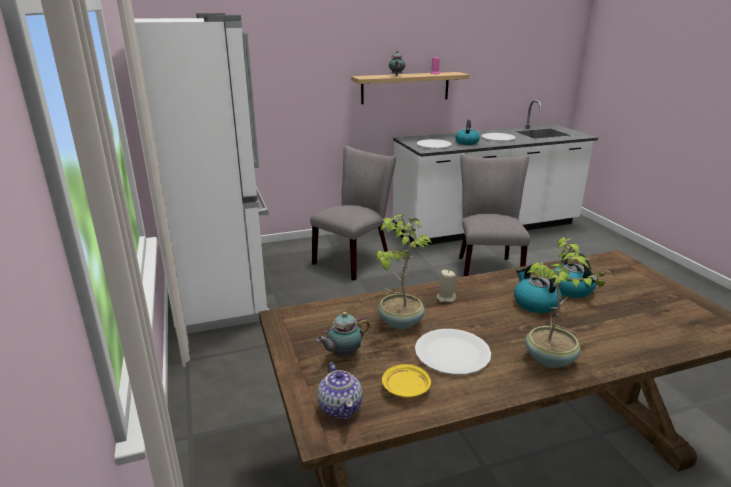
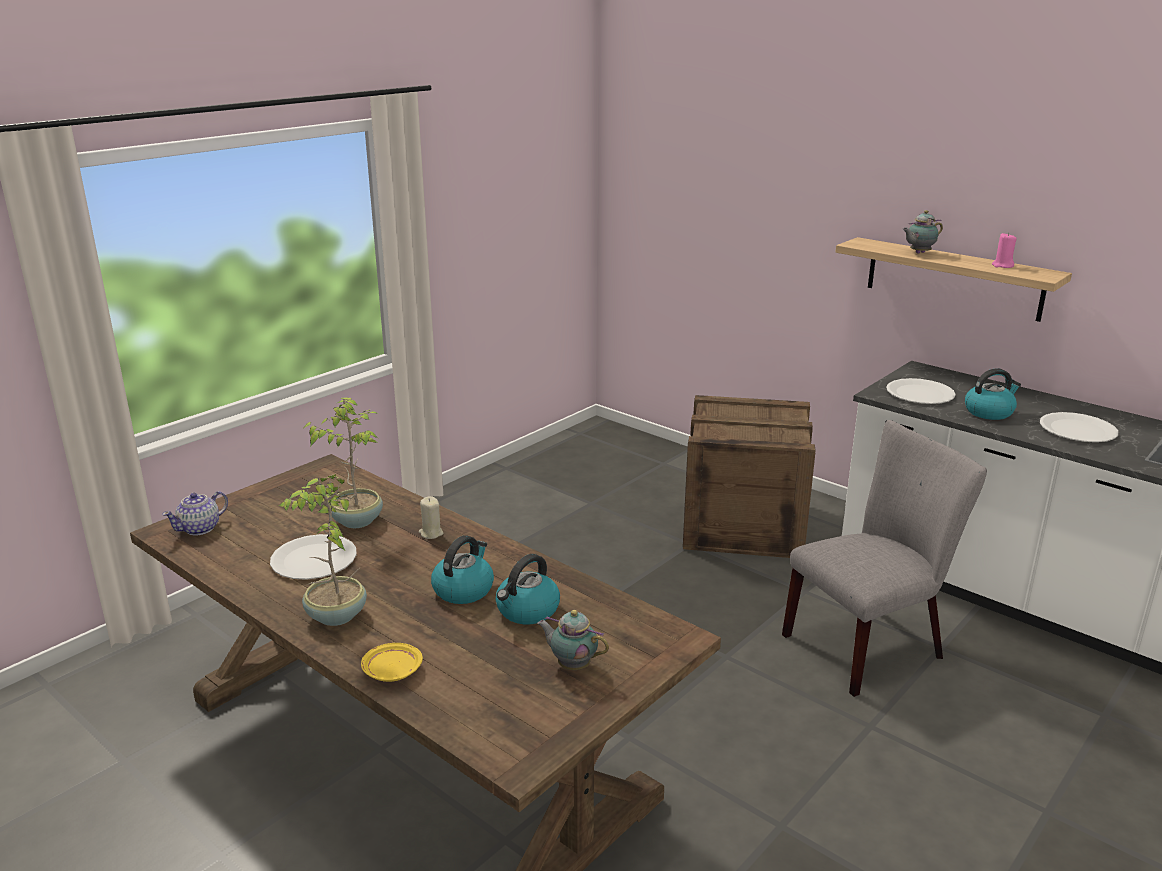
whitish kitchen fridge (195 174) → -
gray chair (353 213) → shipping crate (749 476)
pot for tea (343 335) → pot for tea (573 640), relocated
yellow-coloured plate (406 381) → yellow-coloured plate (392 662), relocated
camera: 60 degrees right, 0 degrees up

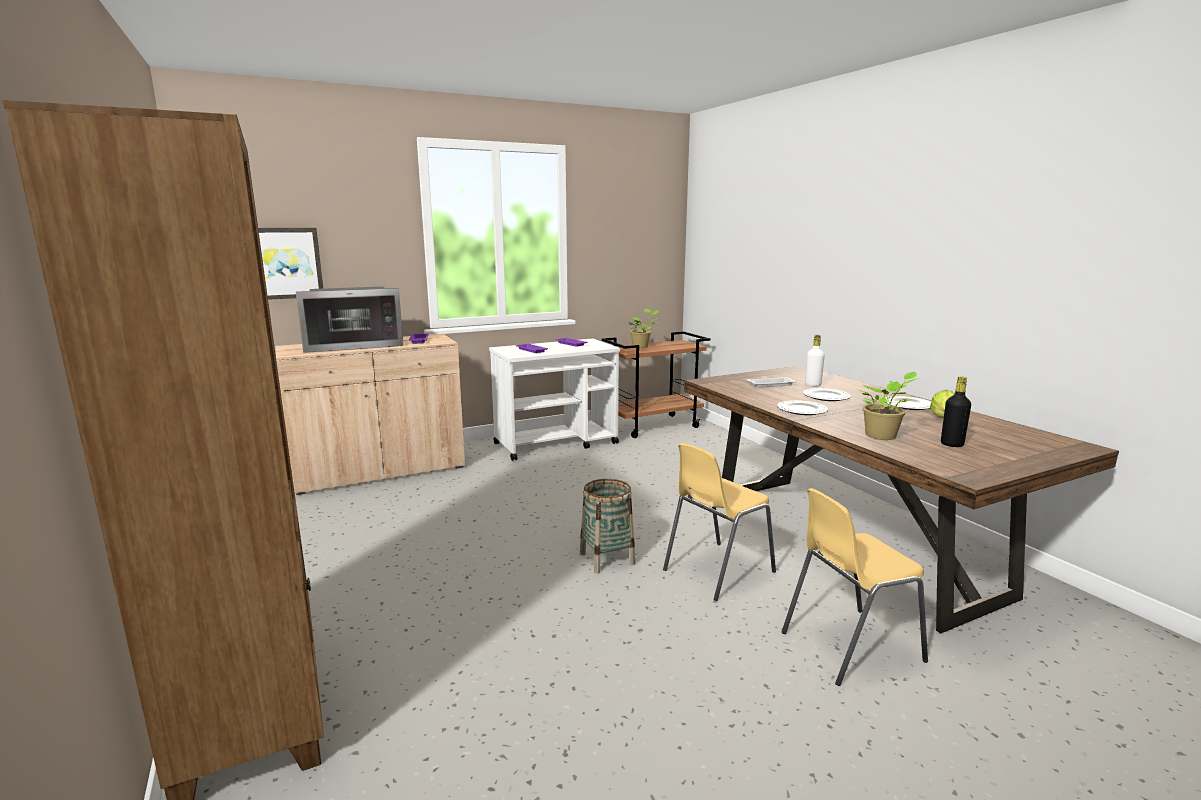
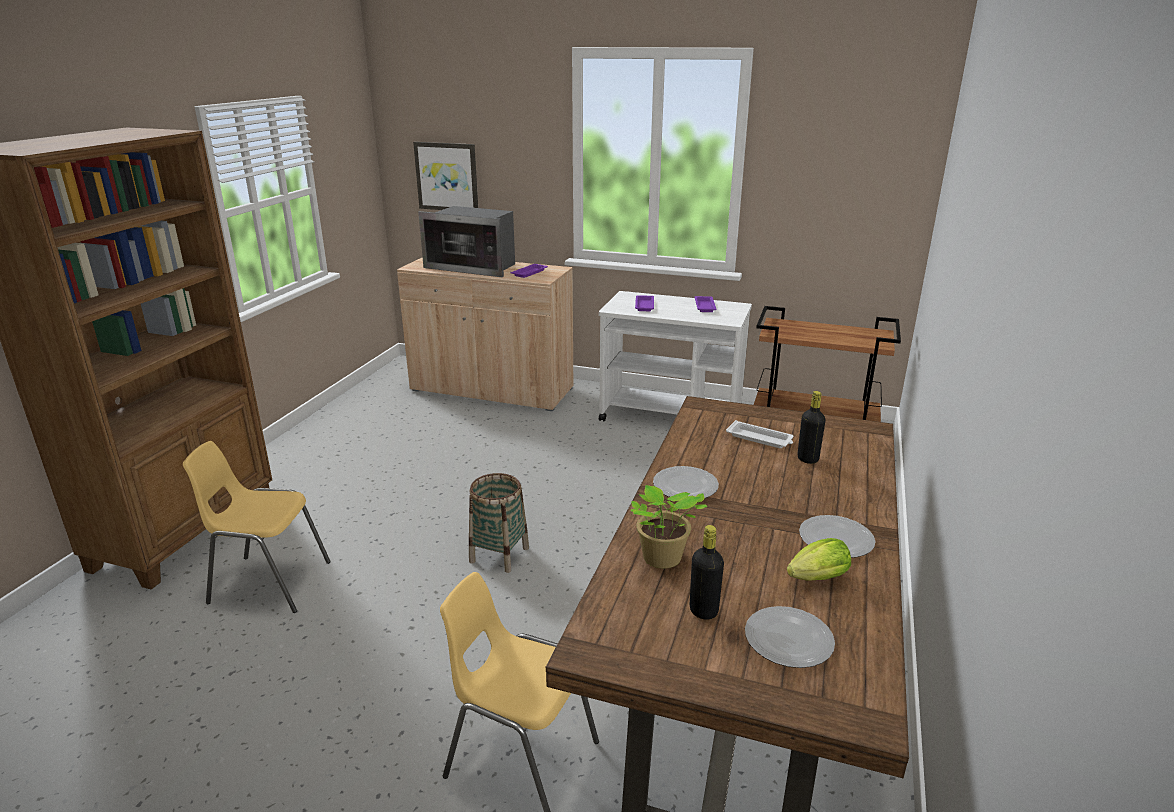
houseplant (643 328) → -
yellow-coloured chair (719 522) → yellow-coloured chair (257 527), relocated
plate (827 394) → plate (790 637), relocated
whitish drink bottle (815 361) → blackish drink bottle (811 427)
camera: 45 degrees right, 10 degrees up

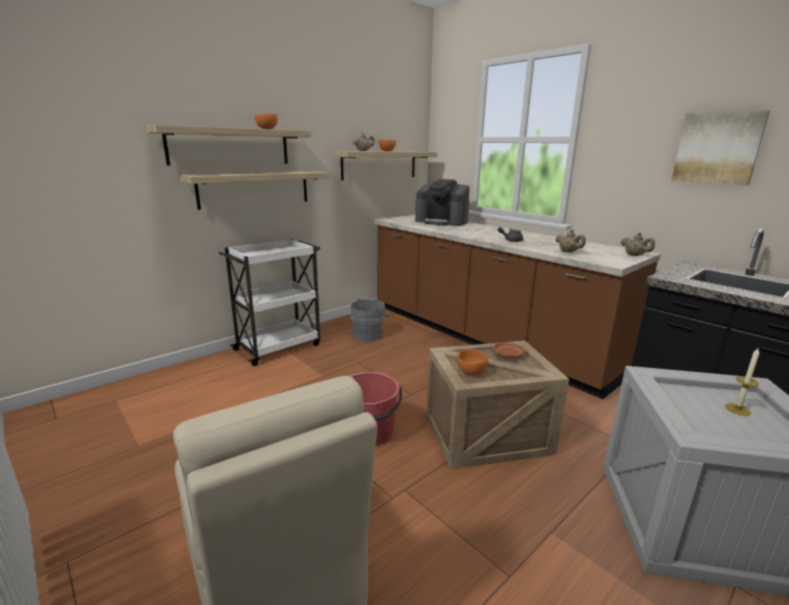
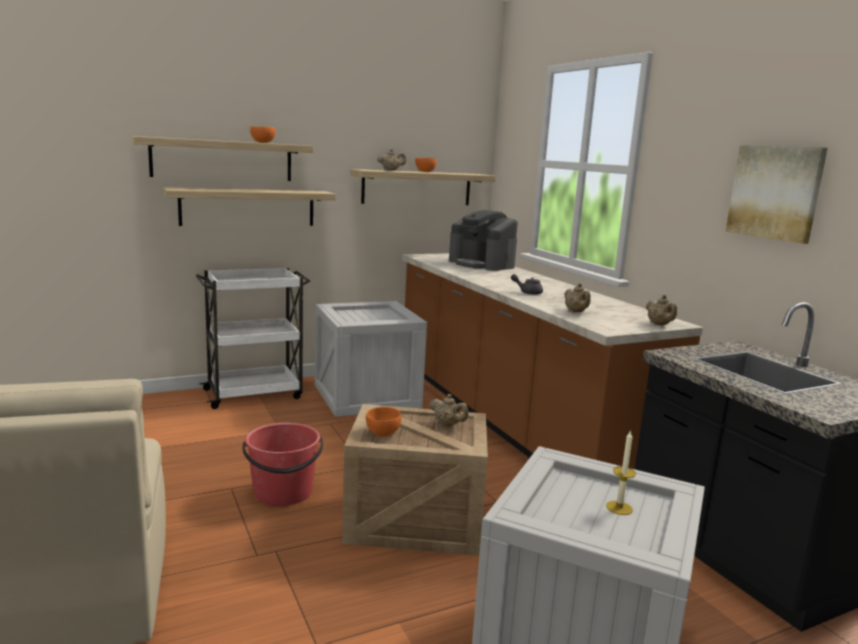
gray bucket (369 320) → shipping crate (371 359)
brown-coloured plate (509 350) → beige pot for tea (448 410)
camera: 15 degrees right, 5 degrees down

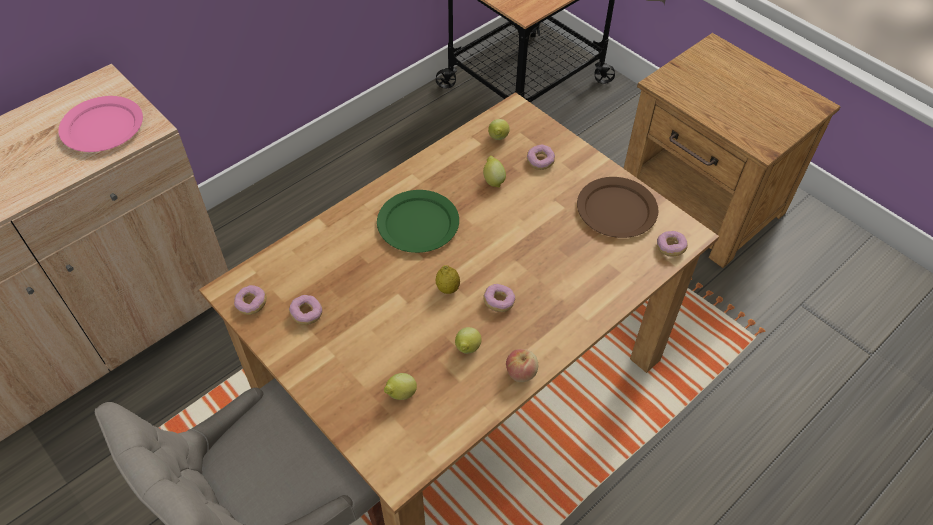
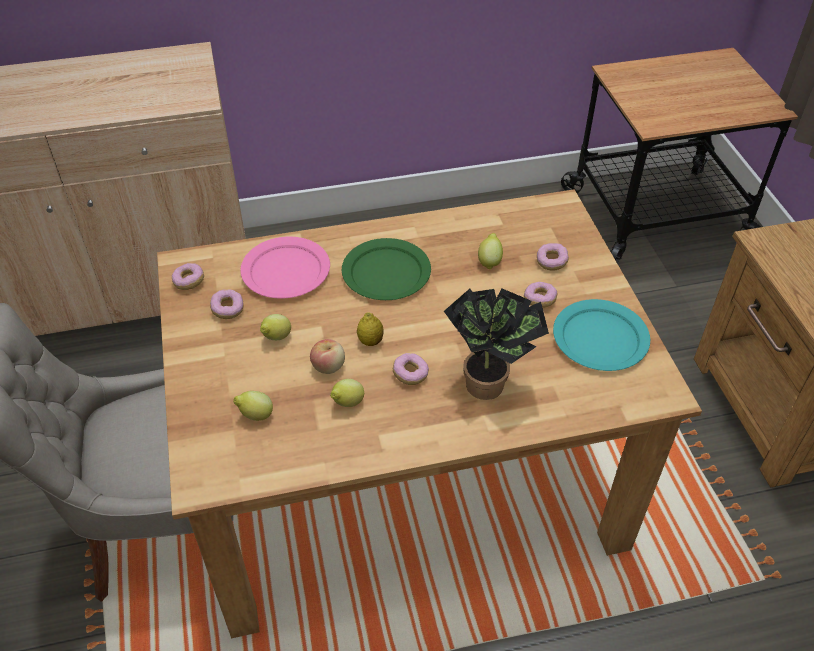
pink-coloured plate (100 124) → pink-coloured plate (285 267), relocated
citrus fruit (499 129) → citrus fruit (275 327), relocated
whole apple (522 365) → whole apple (327 356), relocated
brown-coloured plate (617 207) → blue-green plate (601 335)
ring doughnut (672 244) → ring doughnut (541 295), relocated
- → houseplant (496 344)
camera: 30 degrees right, 5 degrees down

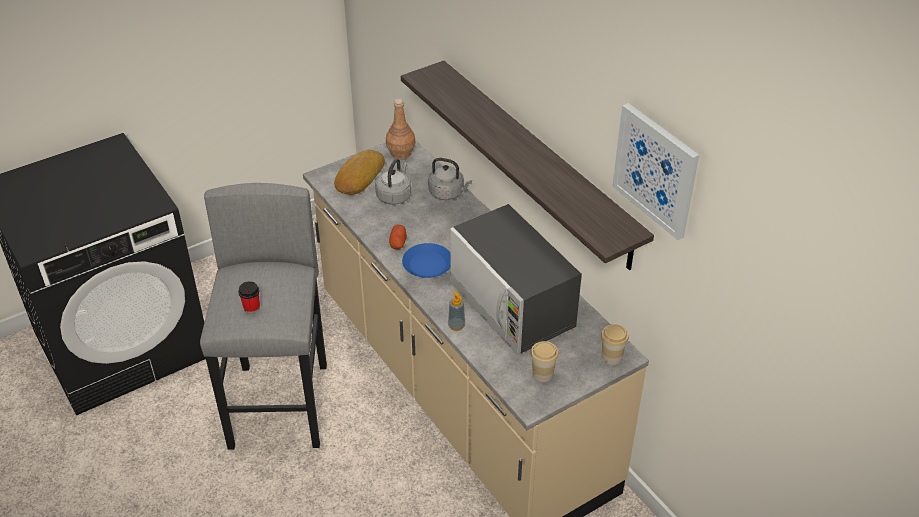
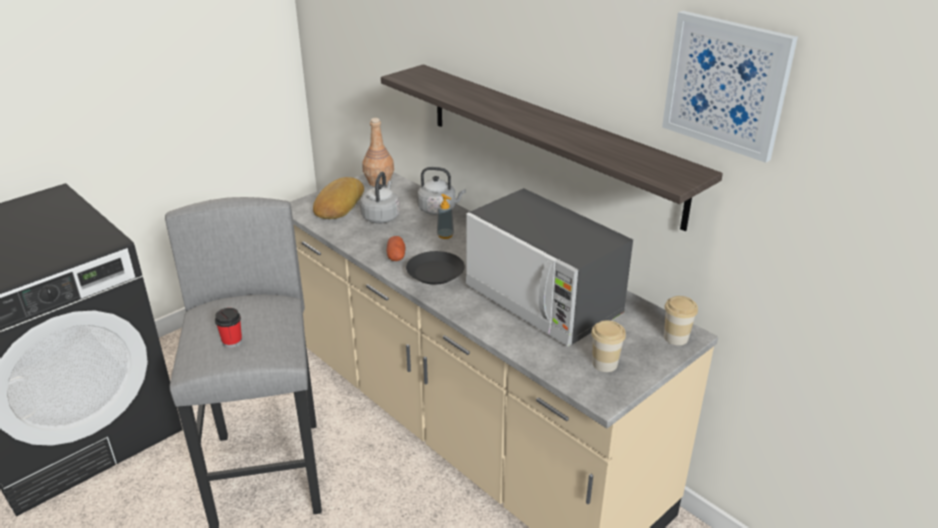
bluish plate (426 260) → blackish plate (435 268)
soap bottle (456 311) → soap bottle (445 216), relocated
camera: 10 degrees left, 10 degrees down

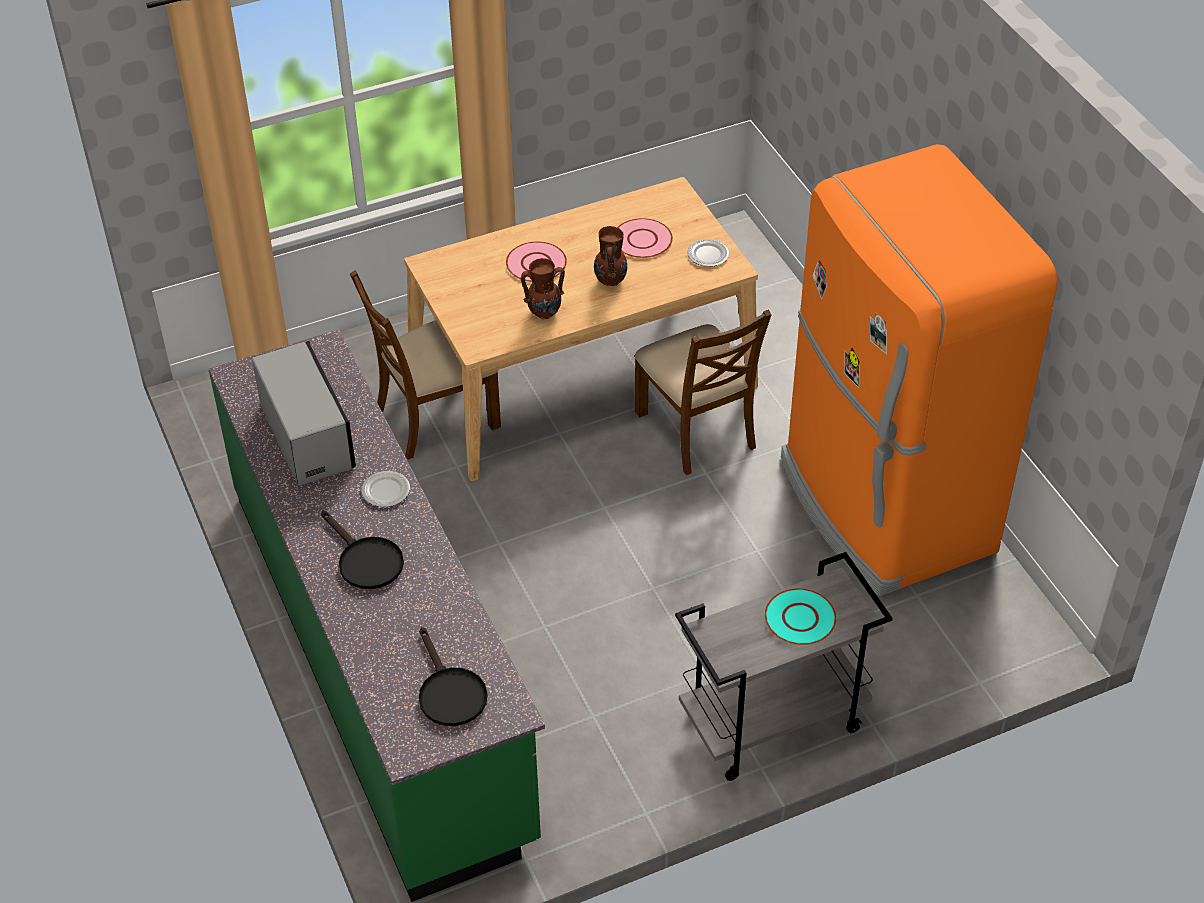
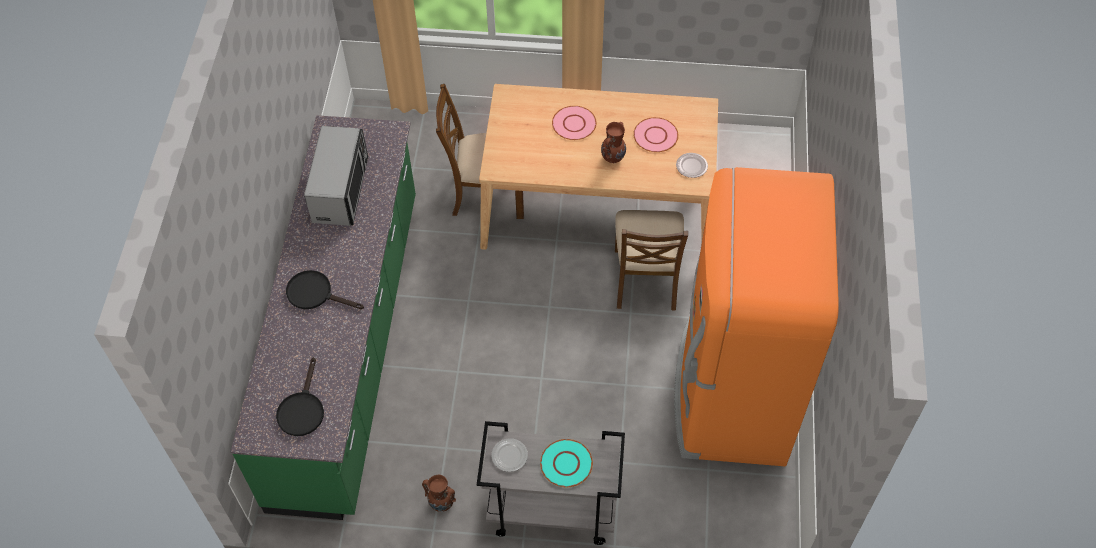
blackish pan (362 549) → blackish pan (325 289), 120 degrees clockwise
plate (386 489) → plate (510 455), relocated
brown-coloured decorative vase (543 288) → brown-coloured decorative vase (439 493), relocated
camera: 30 degrees right, 10 degrees up

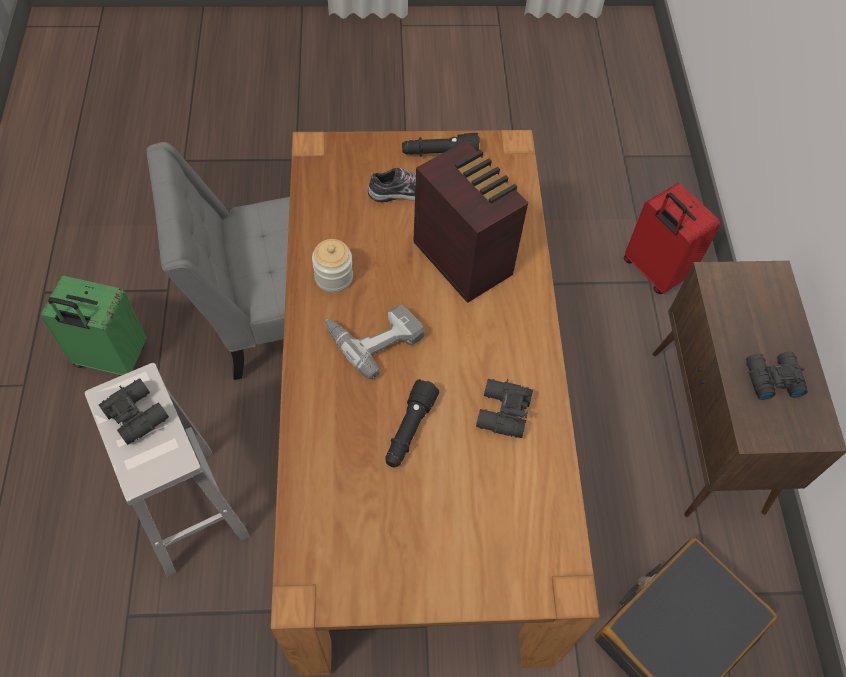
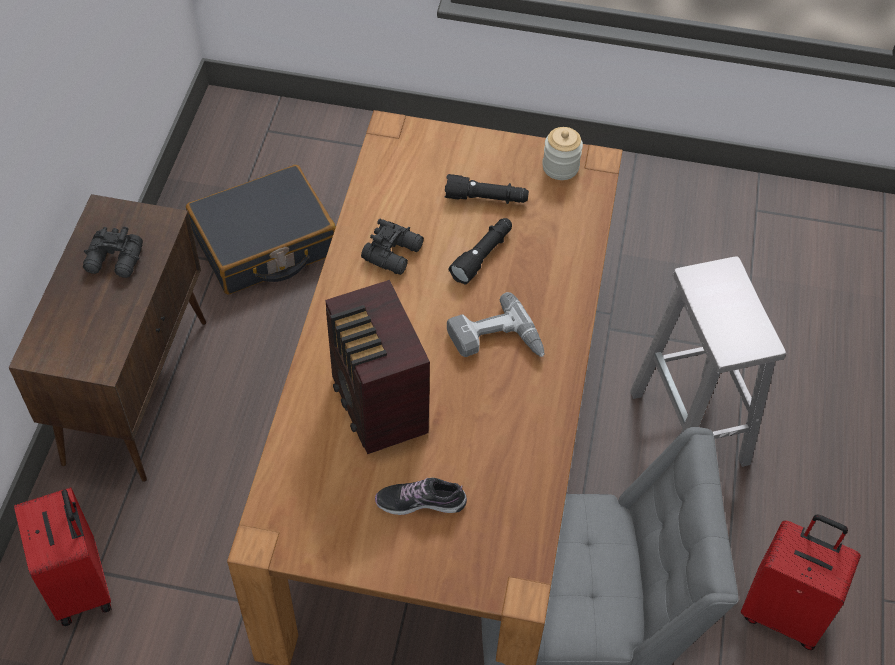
greenish suitcase (93 326) → red-coloured suitcase (801 582)
blackish pair of binoculars (134 411) → -
storage jar (332 266) → storage jar (562 153), relocated
blackish torch (441 145) → blackish torch (487 189), relocated
camera: 165 degrees left, 5 degrees down

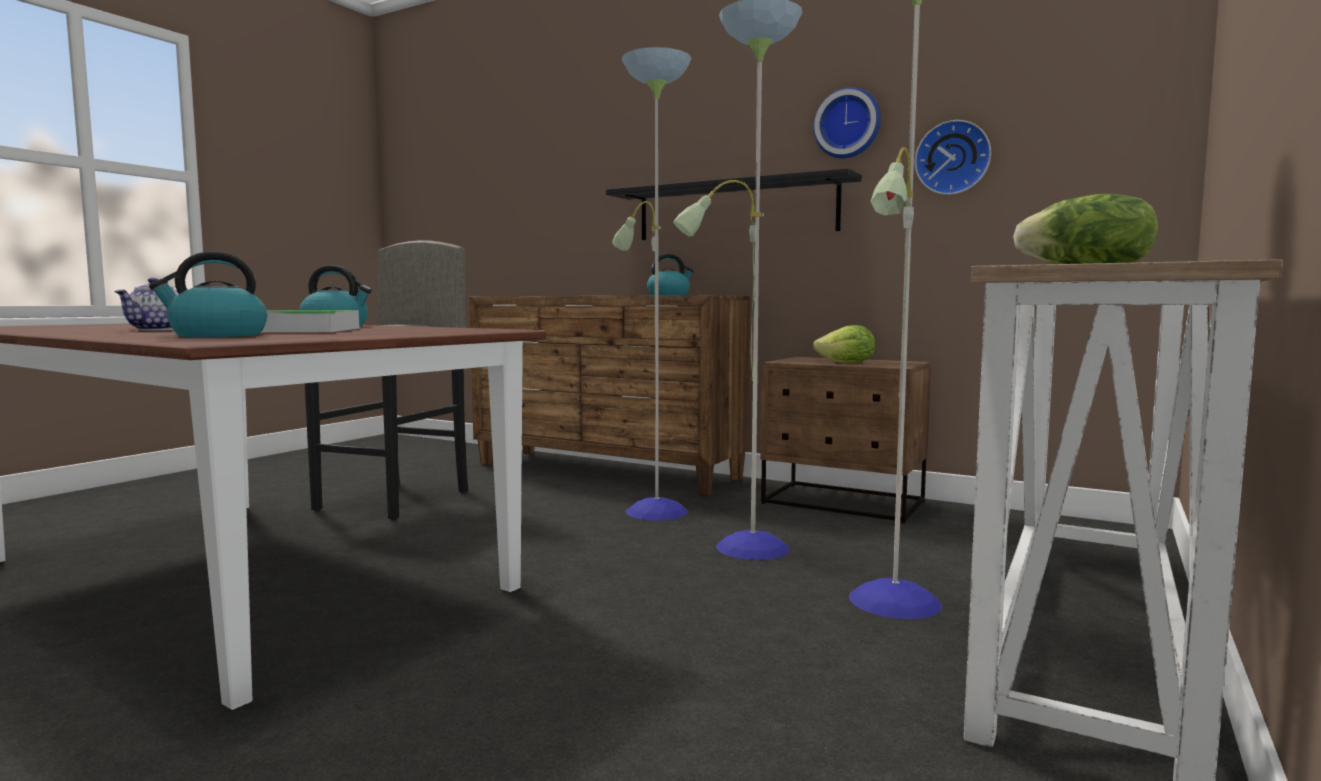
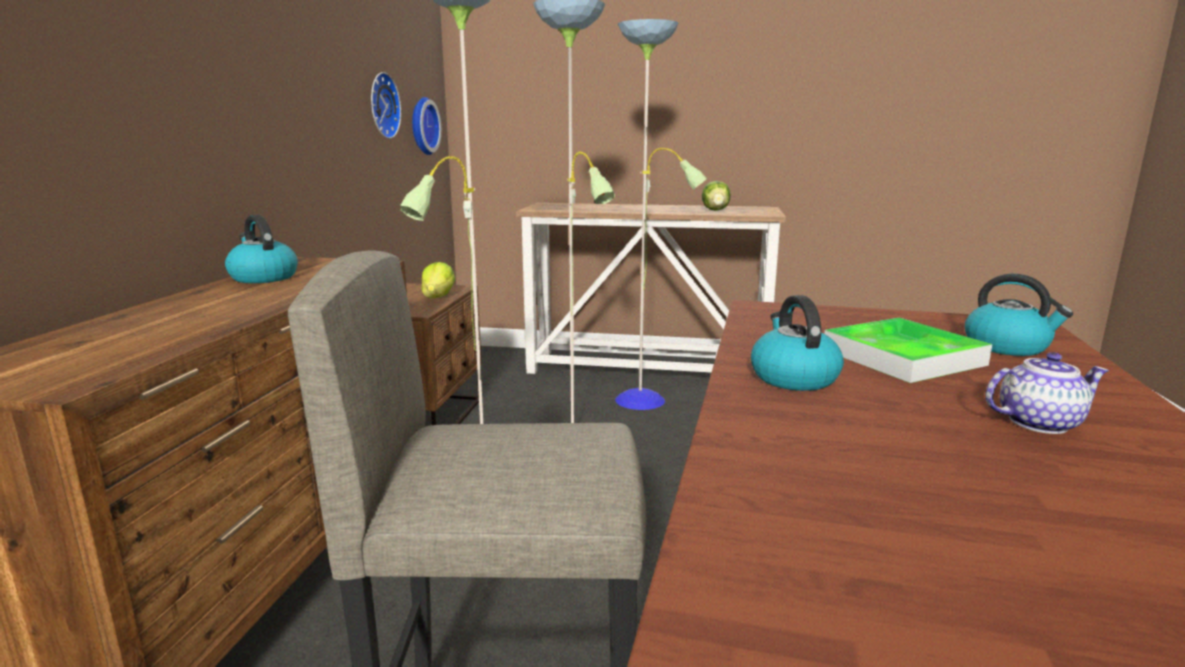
blackish bracket shelf (734 204) → -
wall clock (847 122) → wall clock (427 126), relocated
camera: 110 degrees left, 10 degrees up

